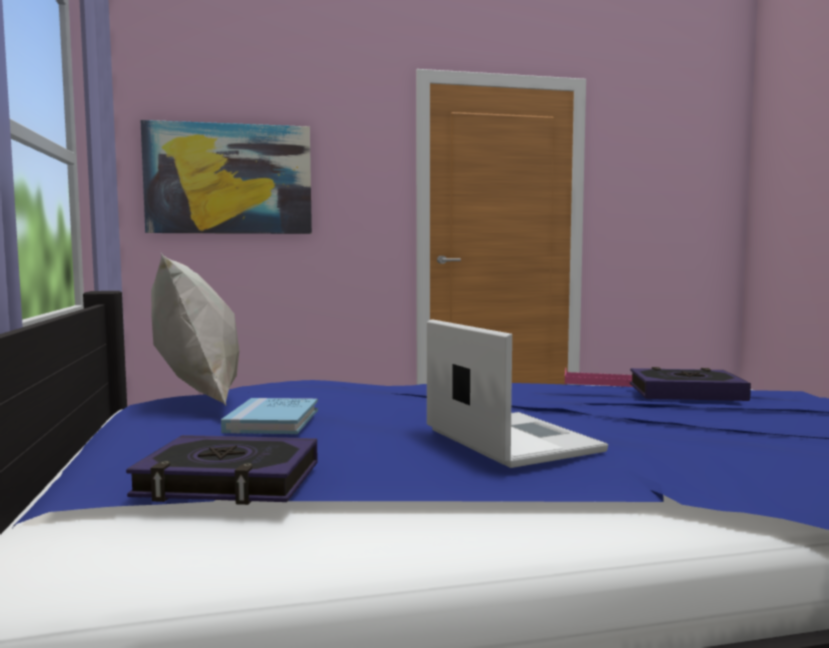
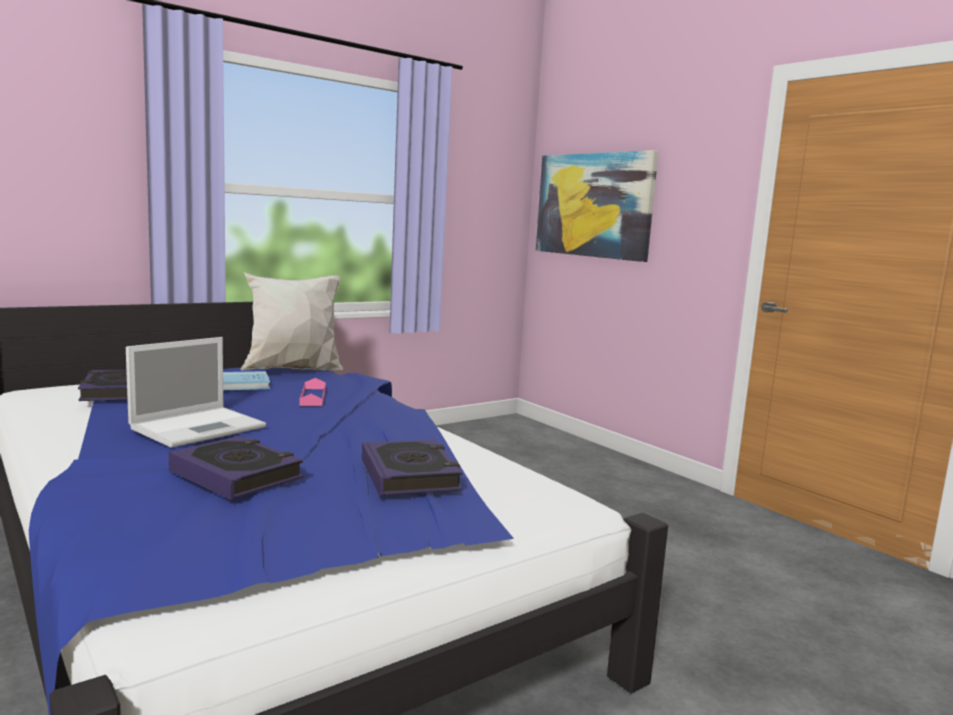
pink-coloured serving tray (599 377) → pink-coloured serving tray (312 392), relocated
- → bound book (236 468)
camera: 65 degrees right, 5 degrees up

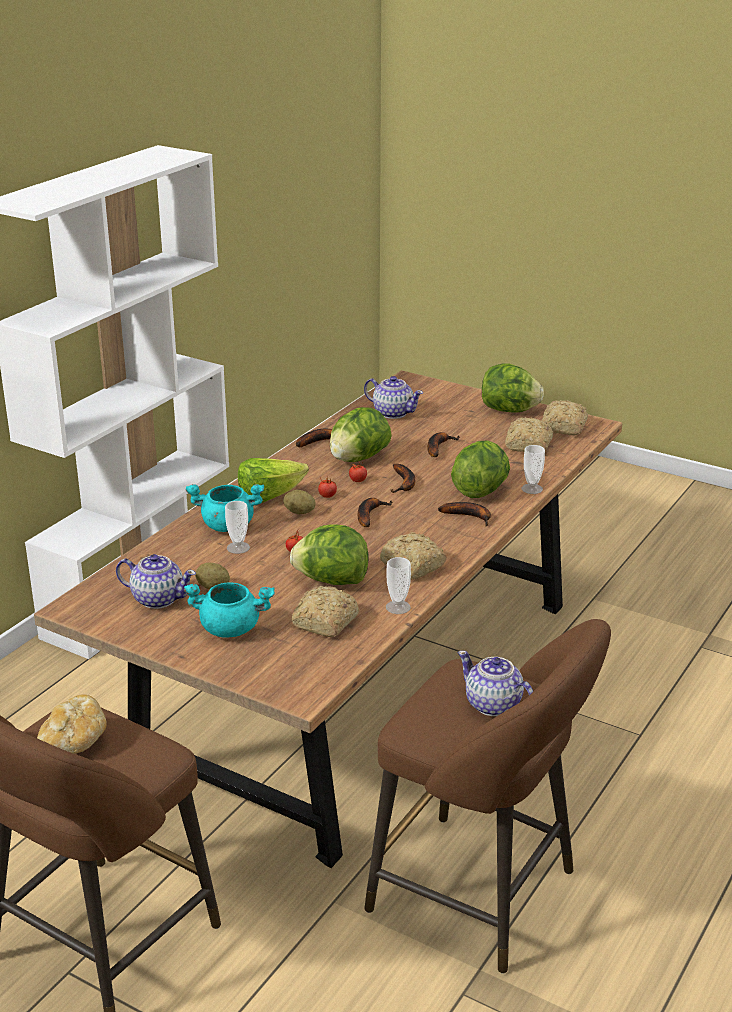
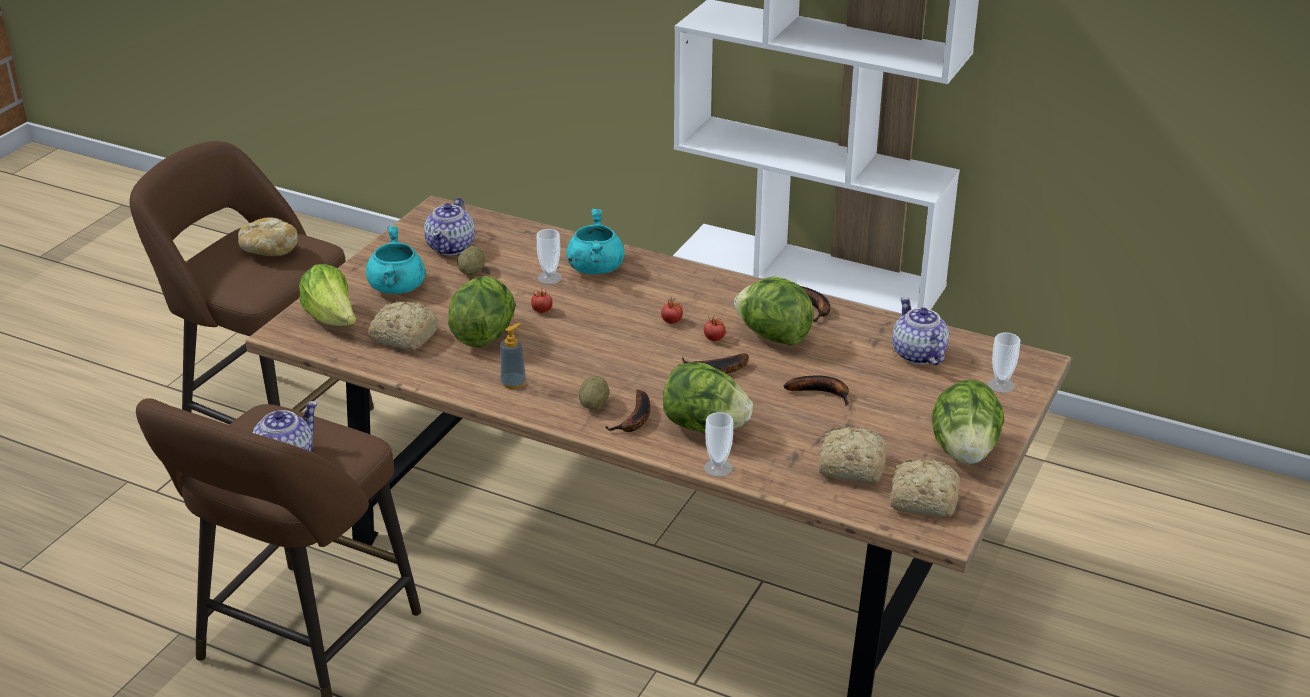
lettuce (273 480) → lettuce (327 295), relocated
potato (299 502) → potato (594 392), relocated
banana fruit (375 512) → -
pot for tea (393 397) → pot for tea (920 331), 135 degrees clockwise
bakery bread (413 556) → soap bottle (513 356)
small cup (398 585) → small cup (1004 362), relocated
camera: 85 degrees right, 5 degrees up

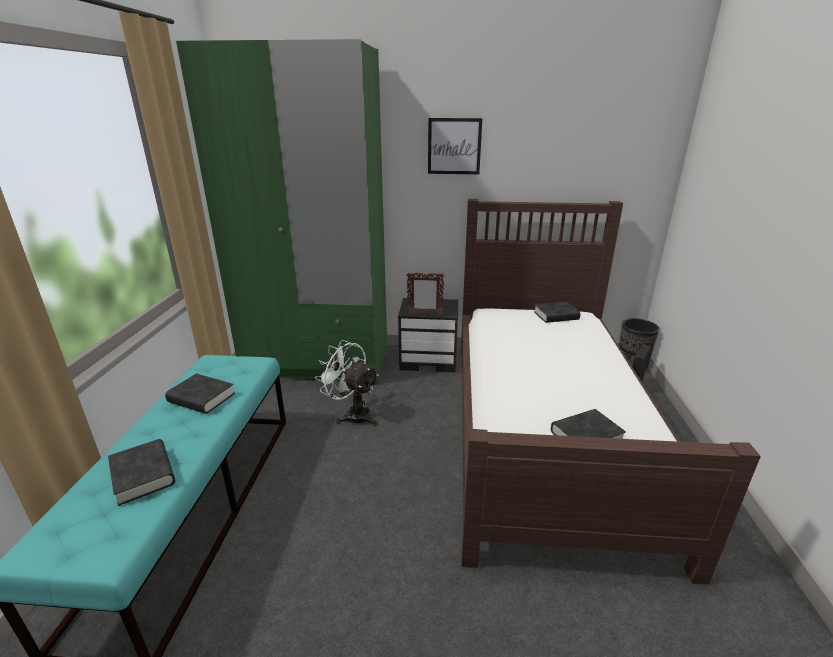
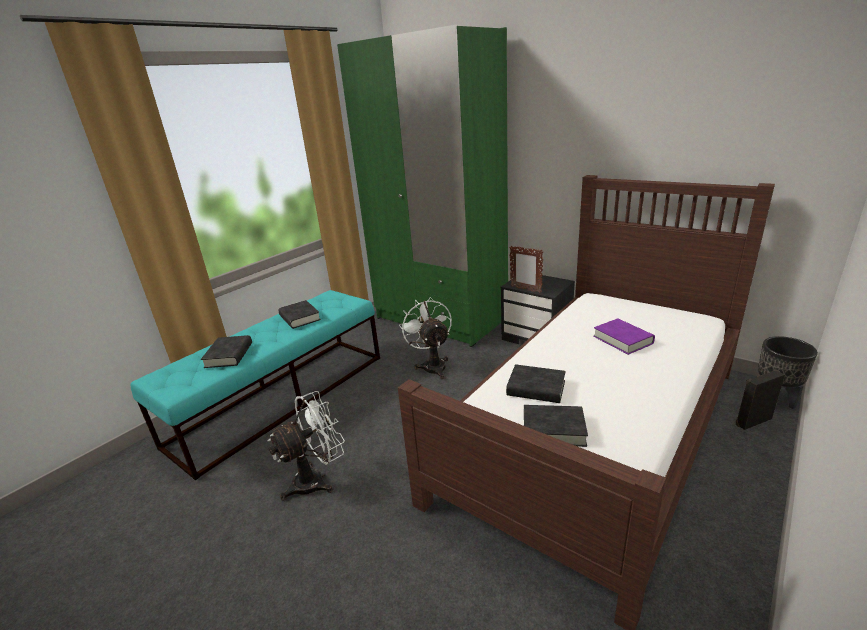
wall picture (455 146) → -
blackish bound book (557 312) → blackish bound book (536 383), relocated
- → whitish cooling fan (306 446)
- → purple bound book (624 337)
camera: 35 degrees right, 0 degrees up

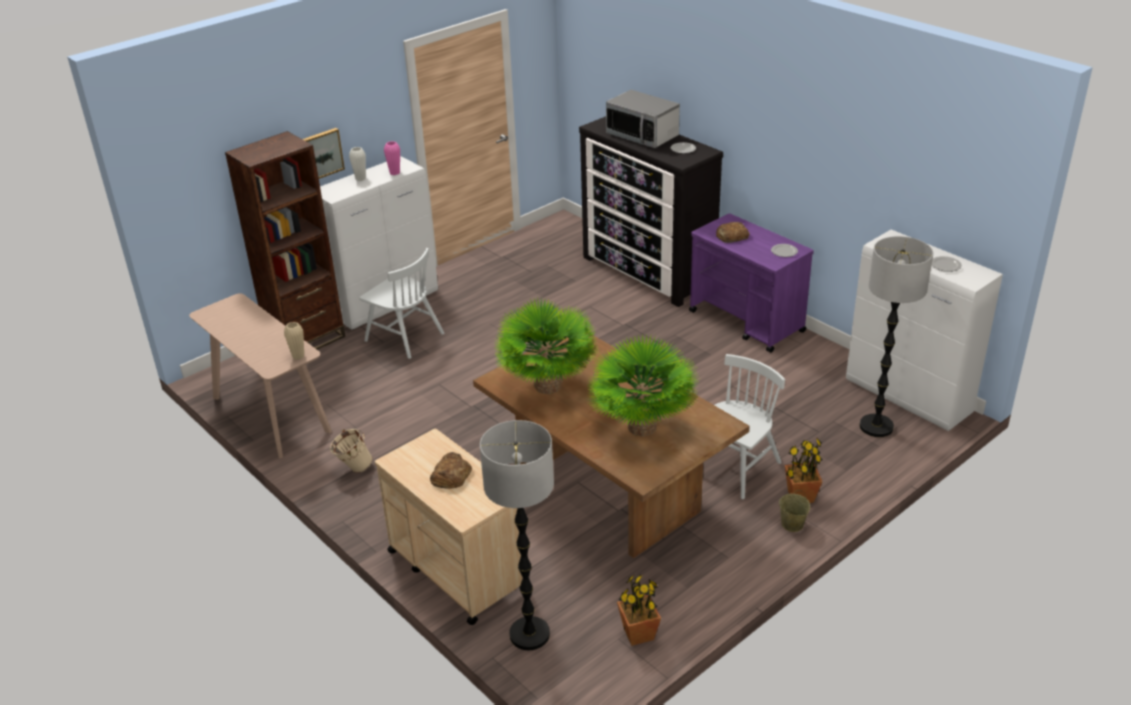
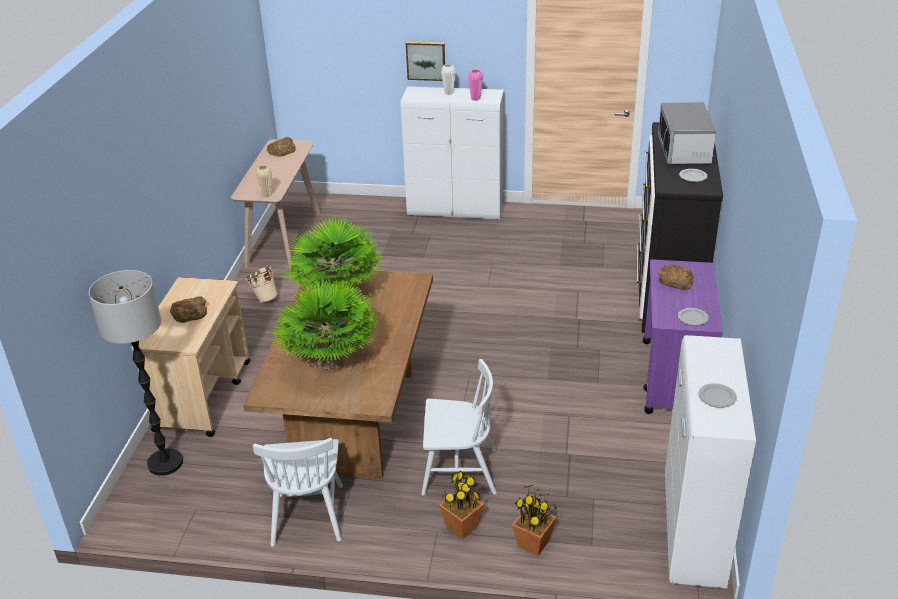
brown-coloured bookshelf (285 240) → -
whitish chair (402 303) → whitish chair (298 492), relocated
houseplant (639 610) → houseplant (534 520), relocated
beige bucket (794 511) → -
standard lamp (896 336) → -
- → bakery bread (281 146)
camera: 50 degrees right, 0 degrees up

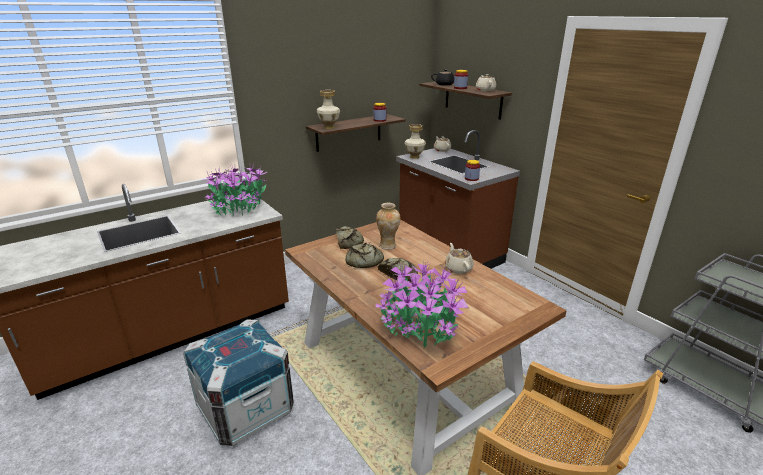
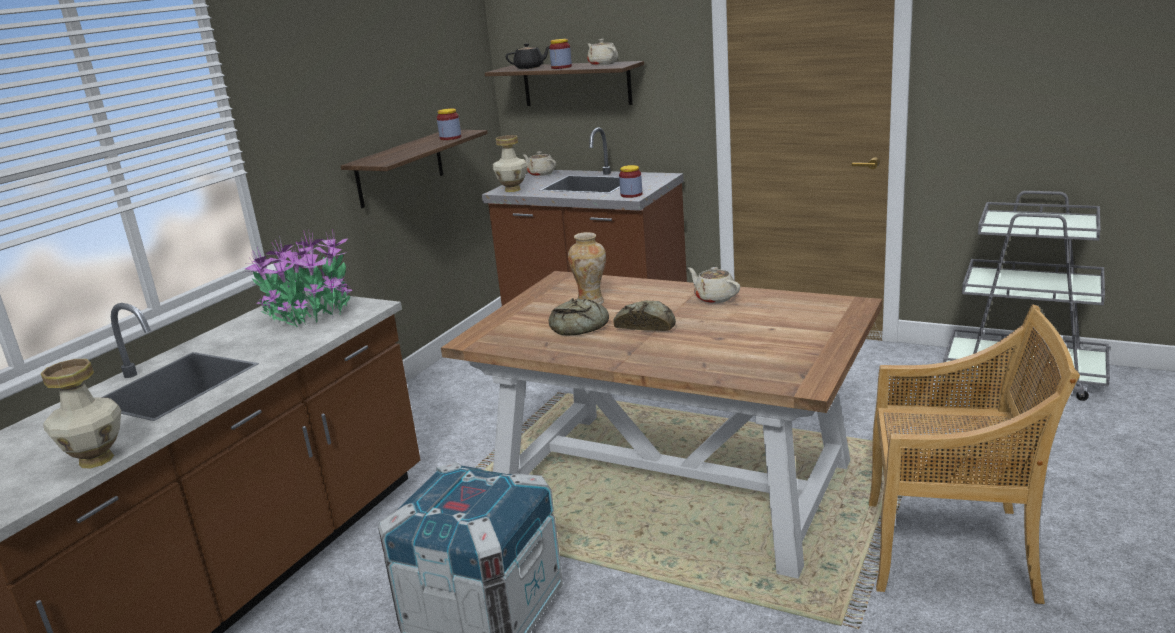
decorative vase (328 109) → decorative vase (81 413), relocated
bakery bread (350 237) → -
houseplant (422 305) → -
camera: 25 degrees left, 5 degrees down

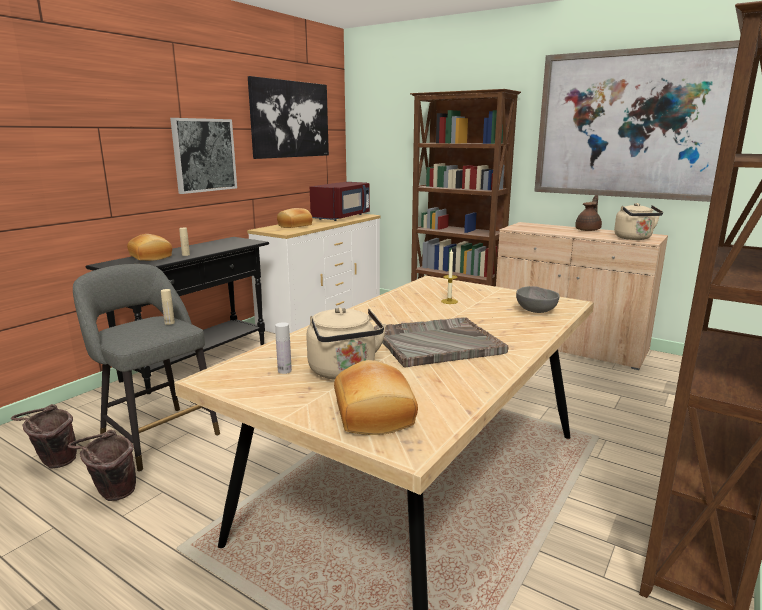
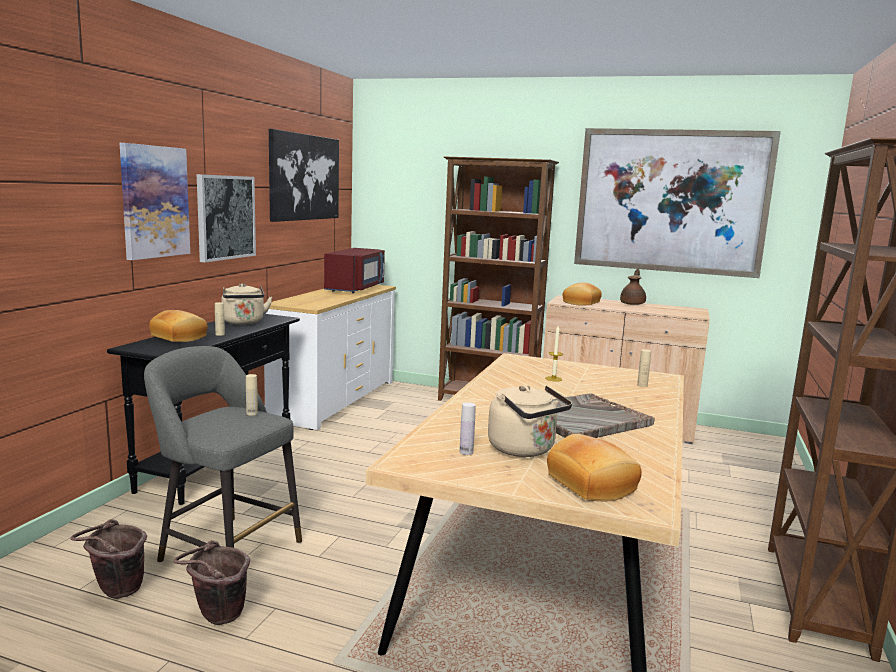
bakery bread (294 218) → bakery bread (582 293), relocated
gray serving bowl (538 299) → beige drink bottle (644 368)
beige kettle (638 221) → beige kettle (246 304), relocated
- → wall picture (155 201)
camera: 15 degrees left, 5 degrees down

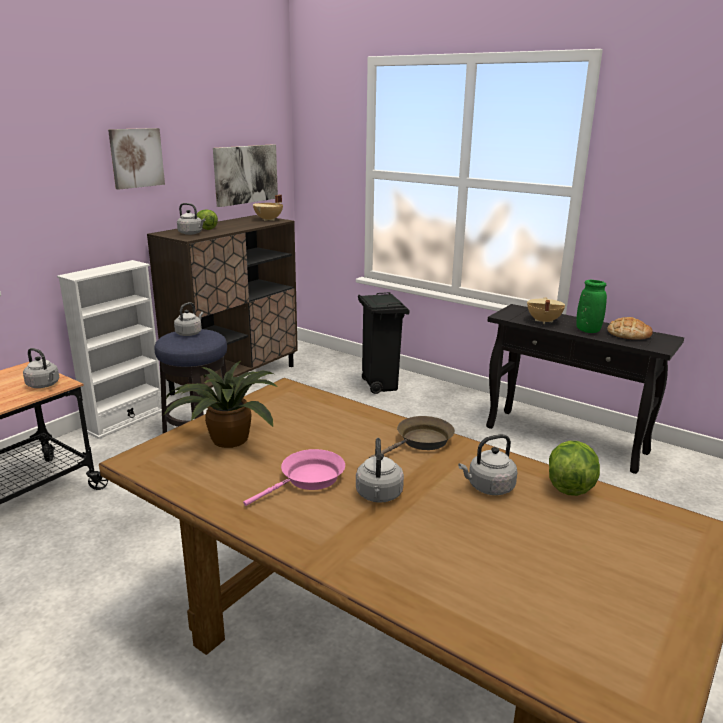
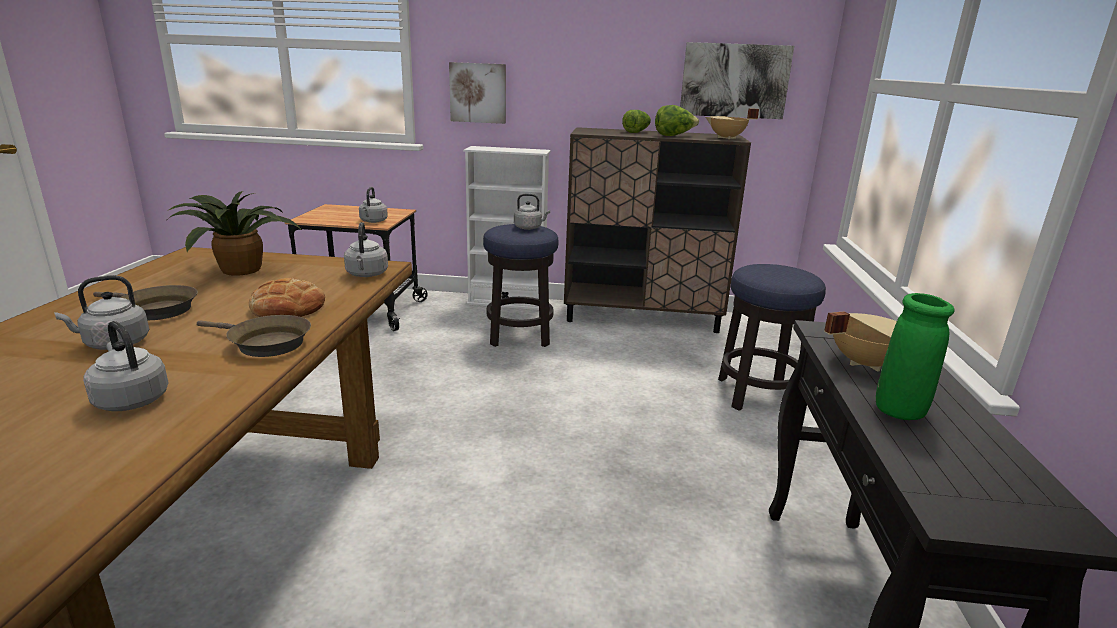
wall picture (136 158) → wall picture (477 93), relocated
gray kettle (191 219) → gray kettle (366 249), relocated
pink-coloured pan (294 477) → brown-coloured pan (145 302)
blackish waste bin (384 343) → sitting stool (772 337)
lettuce (574 468) → lettuce (677 120), relocated
bakery bread (630 328) → bakery bread (287 297), relocated
camera: 60 degrees right, 0 degrees up

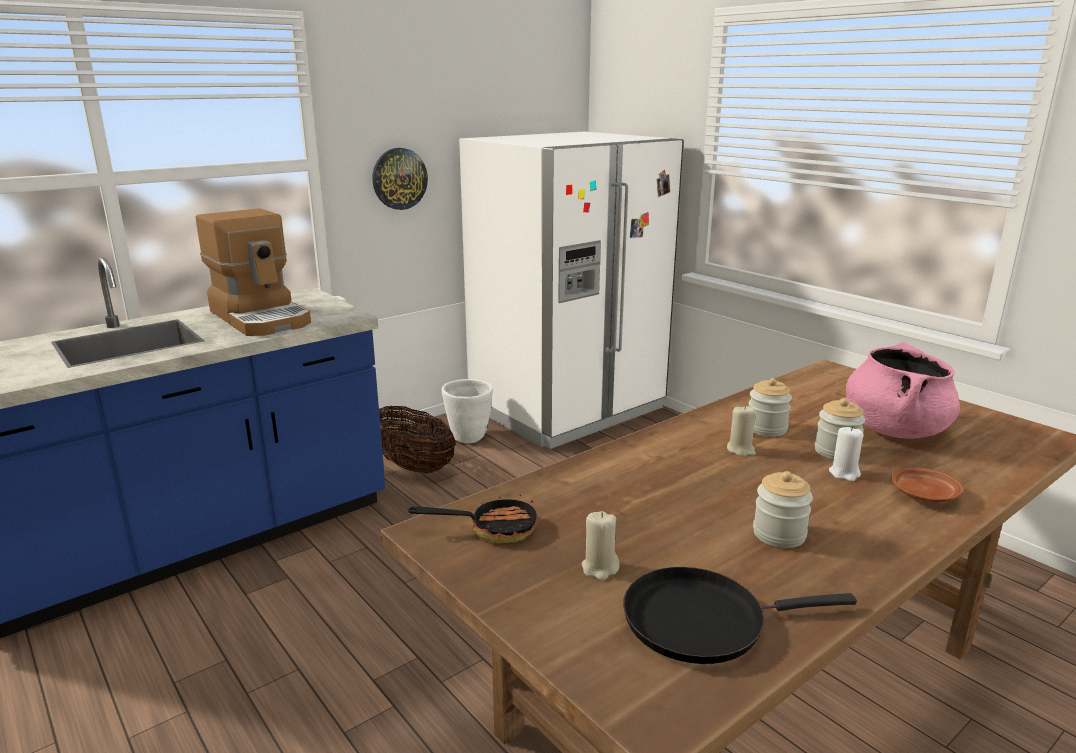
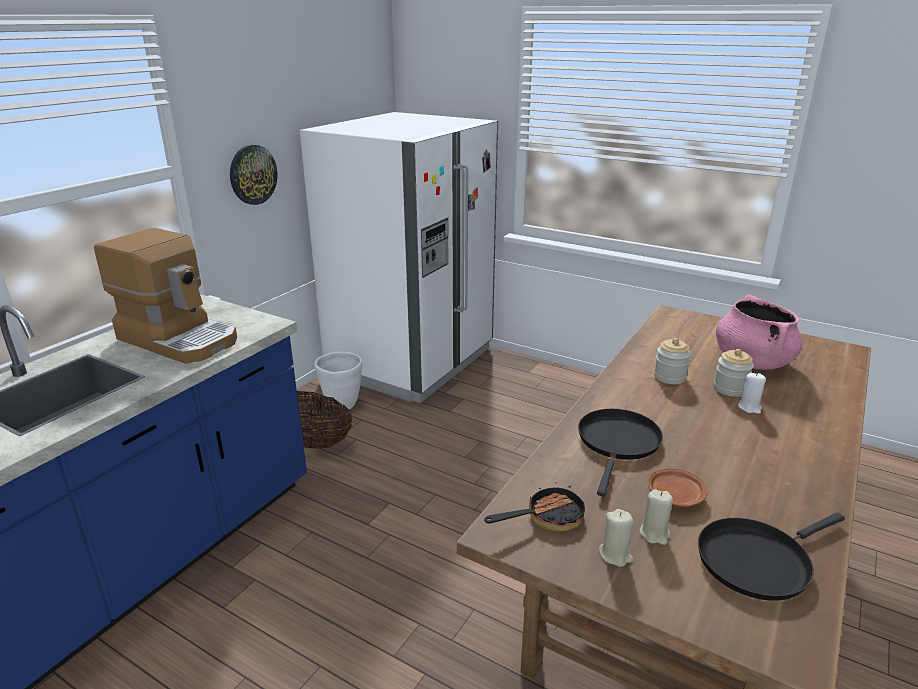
beige candle (741 430) → beige candle (616 538), relocated
storage jar (783 509) → -
brown-coloured plate (927 484) → brown-coloured plate (678 487), relocated
- → blackish pan (620 453)
camera: 20 degrees left, 5 degrees up

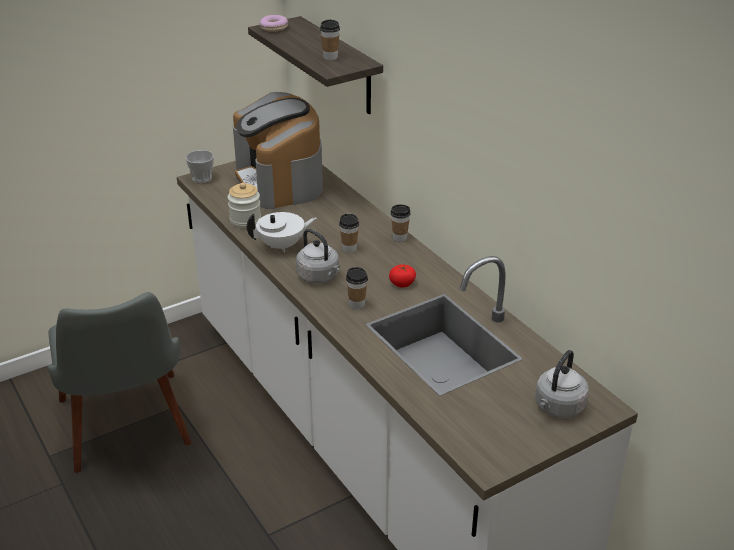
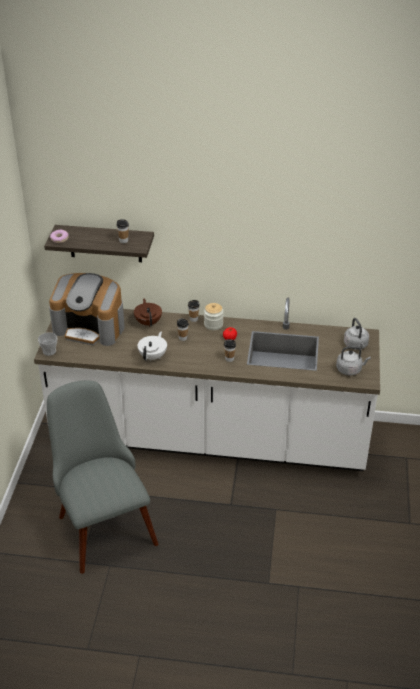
gray chair (119 382) → gray chair (102 477), 135 degrees counterclockwise
storage jar (244 205) → storage jar (214 316), relocated
gray kettle (318 256) → gray kettle (353 361), relocated
- → brown-coloured pot for tea (148 313)
camera: 50 degrees left, 5 degrees up

